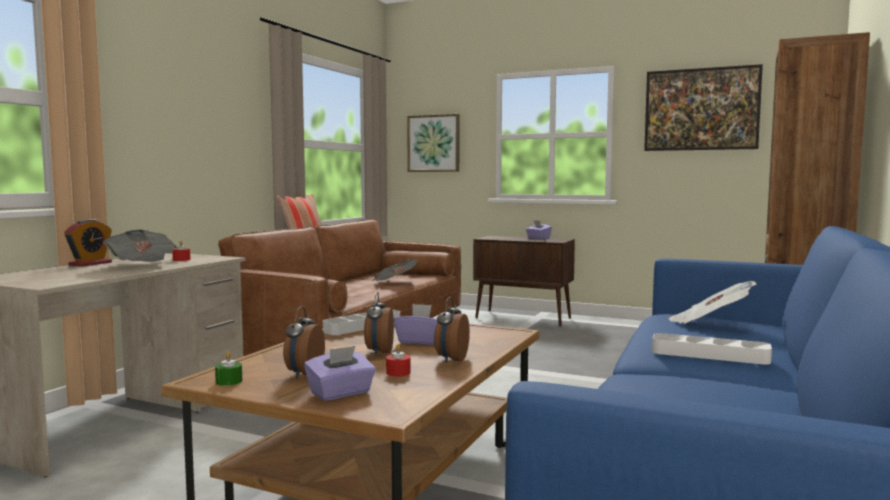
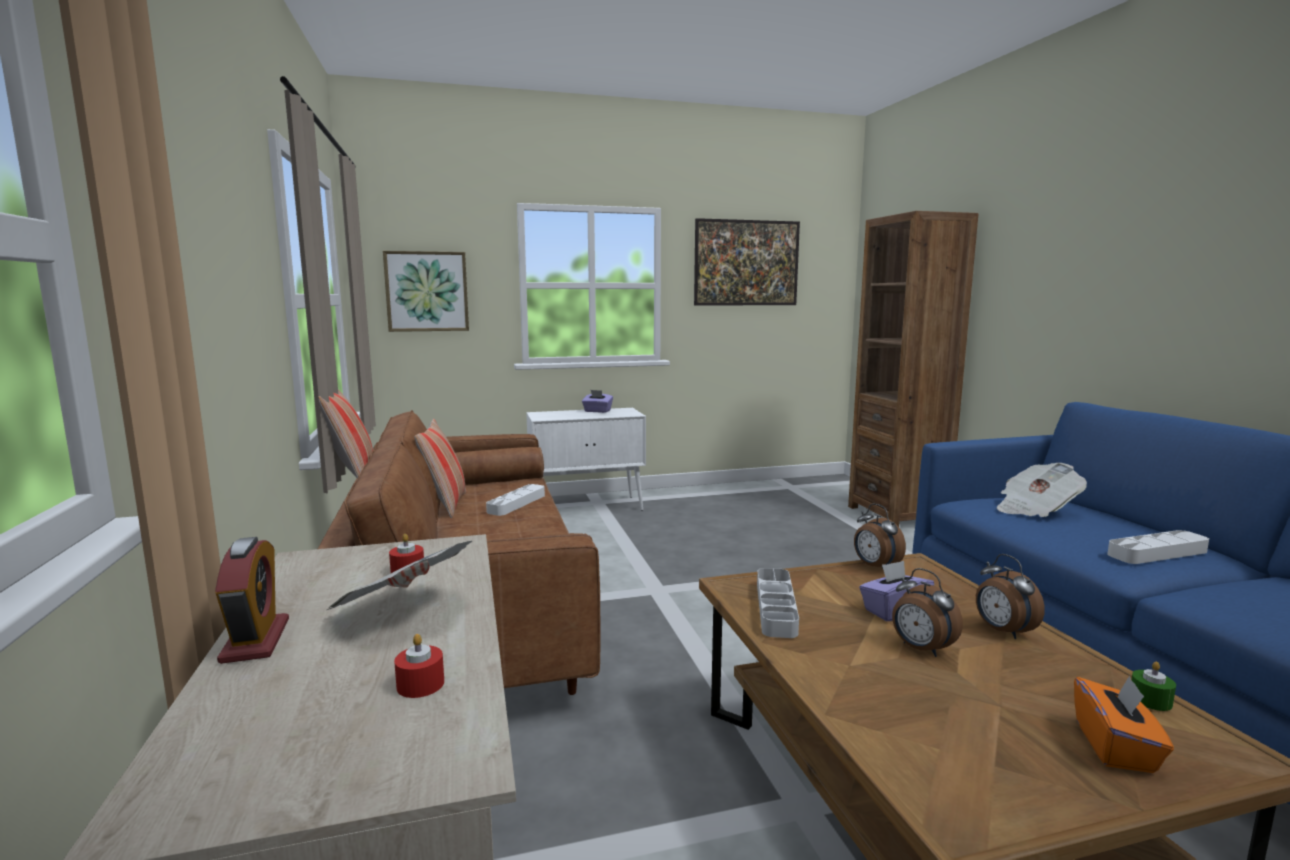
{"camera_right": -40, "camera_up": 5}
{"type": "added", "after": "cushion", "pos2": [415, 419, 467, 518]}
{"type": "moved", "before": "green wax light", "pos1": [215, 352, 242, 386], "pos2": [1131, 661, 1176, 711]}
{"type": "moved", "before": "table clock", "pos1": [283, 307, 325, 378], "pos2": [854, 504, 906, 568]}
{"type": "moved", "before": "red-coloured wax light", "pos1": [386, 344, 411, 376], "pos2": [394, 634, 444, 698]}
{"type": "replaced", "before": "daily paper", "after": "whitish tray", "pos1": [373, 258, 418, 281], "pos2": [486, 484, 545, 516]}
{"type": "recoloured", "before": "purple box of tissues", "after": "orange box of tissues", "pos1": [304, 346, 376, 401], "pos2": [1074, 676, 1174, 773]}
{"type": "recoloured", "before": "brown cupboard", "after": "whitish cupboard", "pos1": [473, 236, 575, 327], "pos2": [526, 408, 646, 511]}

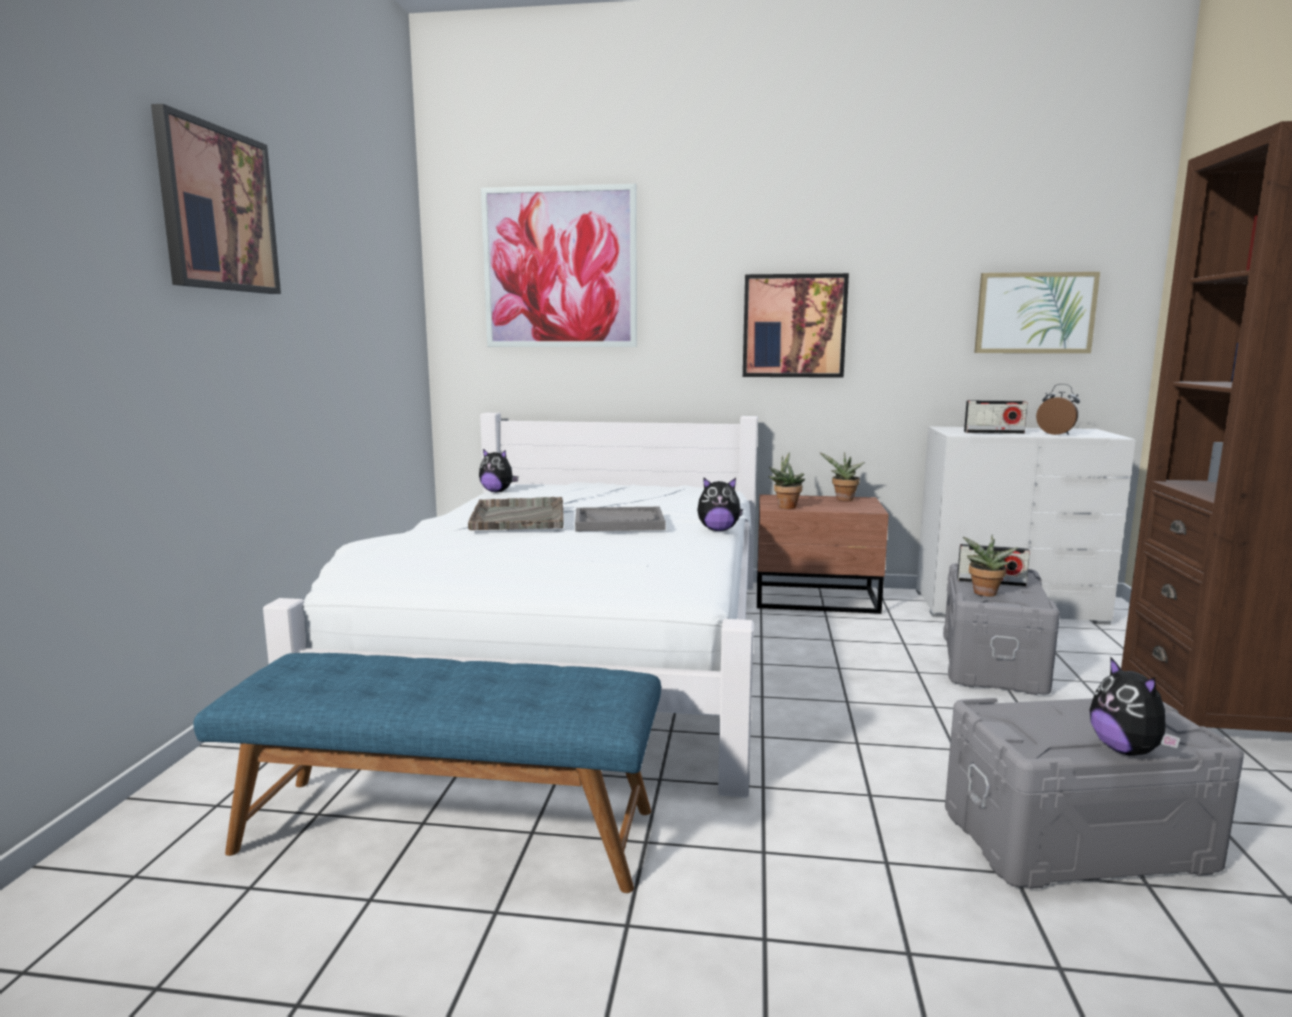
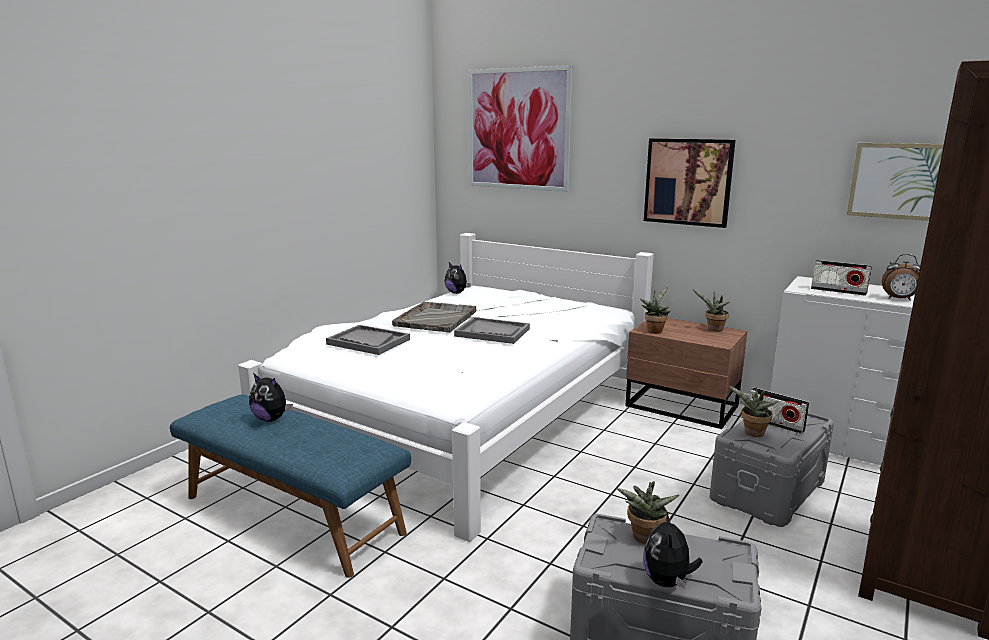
{"camera_right": 25, "camera_up": 5}
{"type": "removed", "before": "picture", "pos1": [151, 104, 281, 294]}
{"type": "added", "after": "greyish tray", "pos2": [326, 325, 410, 355]}
{"type": "added", "after": "plant in a pot", "pos2": [617, 481, 679, 544]}
{"type": "moved", "before": "soft toy", "pos1": [697, 478, 743, 531], "pos2": [249, 373, 293, 422]}
{"type": "turned", "before": "table clock", "pos1": [1036, 384, 1080, 435], "pos2": [882, 254, 920, 301], "turn": 135}

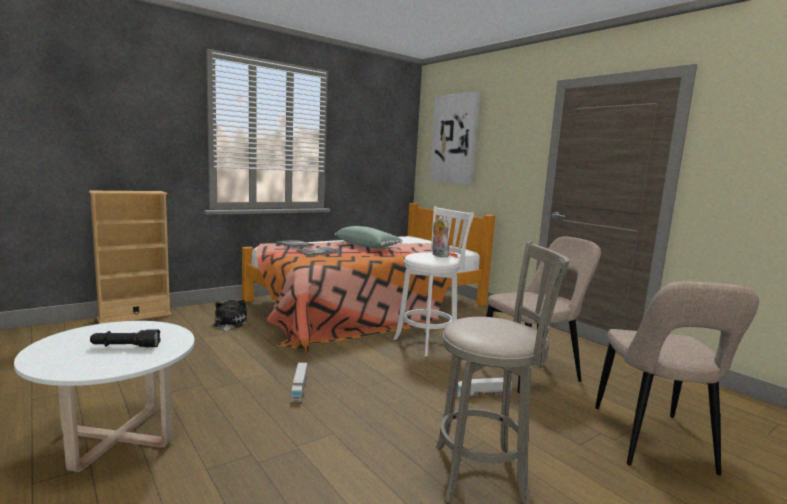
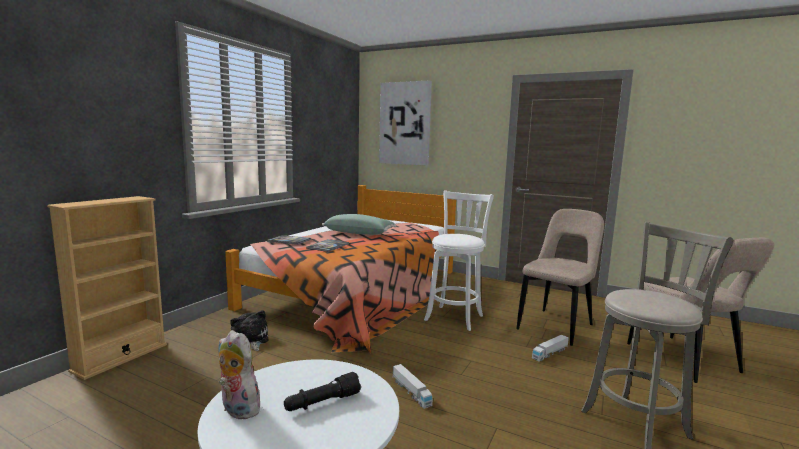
{"camera_right": -25, "camera_up": 0}
{"type": "moved", "before": "soft toy", "pos1": [432, 216, 449, 257], "pos2": [218, 330, 261, 419]}

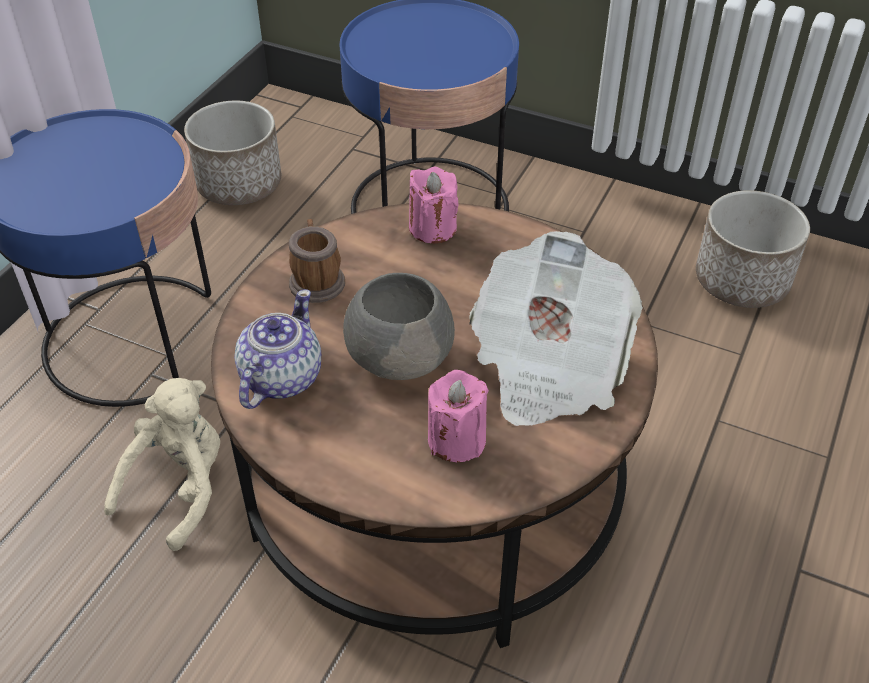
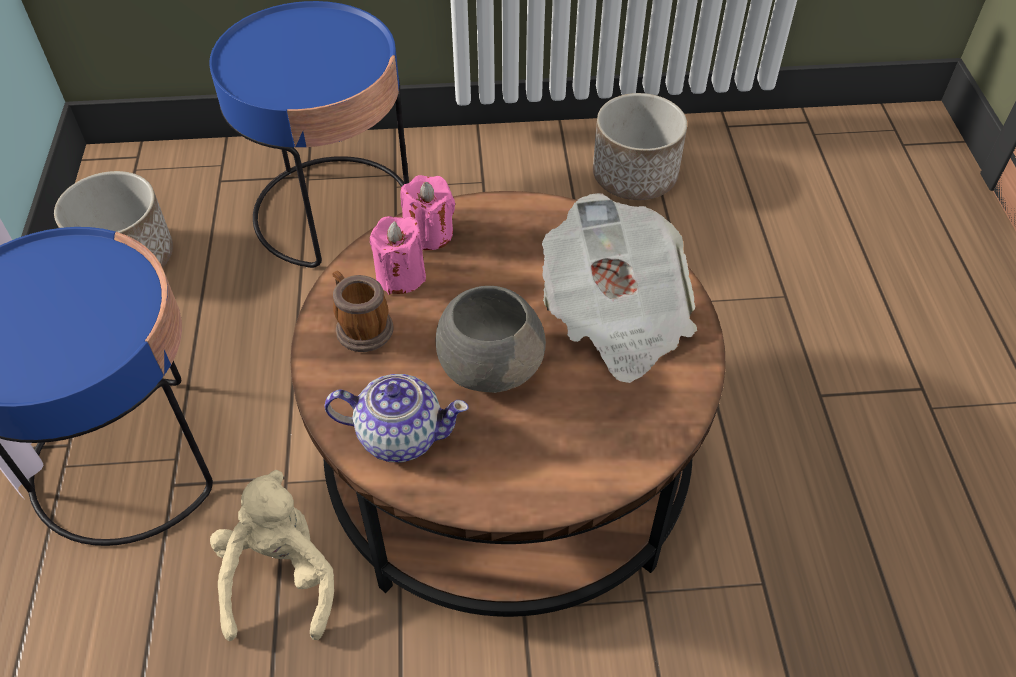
{"camera_right": -30, "camera_up": 5}
{"type": "moved", "before": "pink wax light", "pos1": [428, 370, 489, 462], "pos2": [370, 216, 426, 294]}
{"type": "turned", "before": "teapot", "pos1": [234, 289, 321, 409], "pos2": [324, 374, 468, 462], "turn": 105}

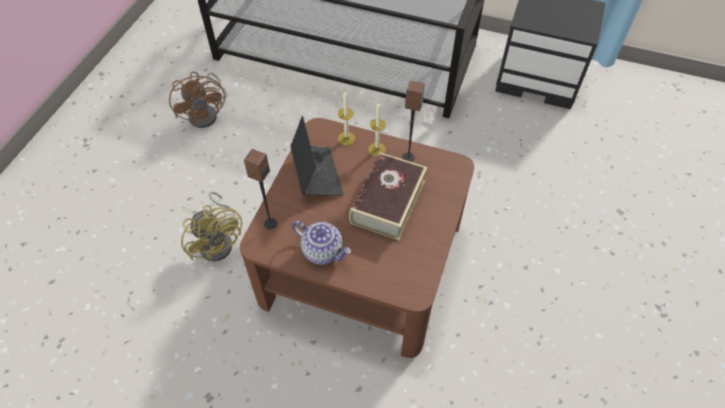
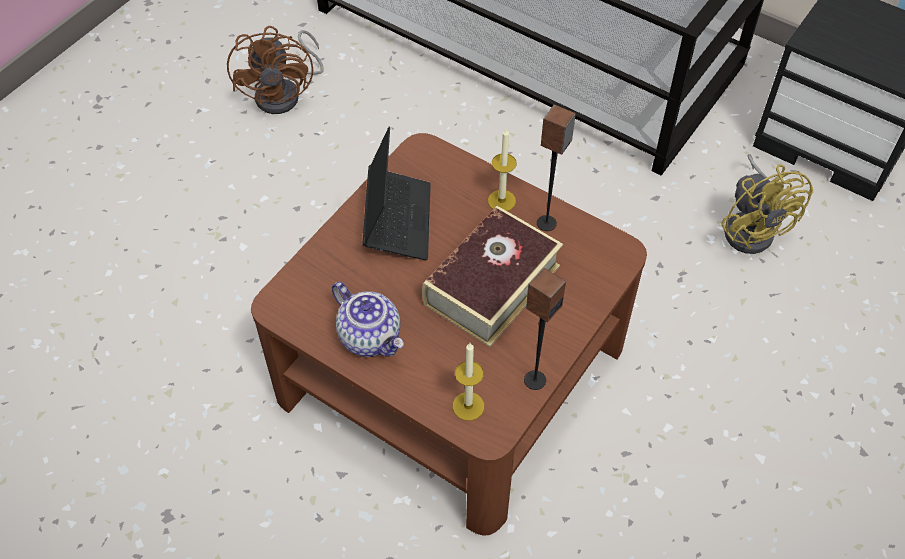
{"camera_right": 15, "camera_up": 0}
{"type": "moved", "before": "yellow electric fan", "pos1": [181, 192, 242, 262], "pos2": [722, 154, 813, 254]}
{"type": "moved", "before": "audio speaker", "pos1": [244, 149, 277, 229], "pos2": [524, 268, 566, 390]}
{"type": "moved", "before": "wax light", "pos1": [338, 92, 355, 145], "pos2": [452, 343, 484, 421]}

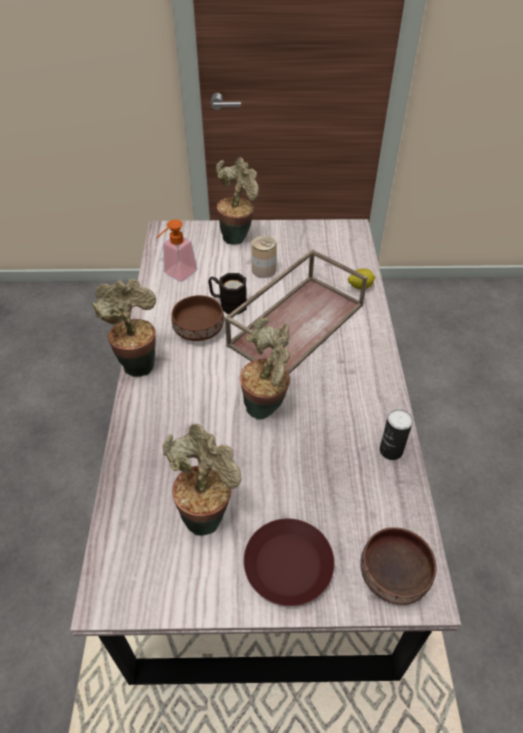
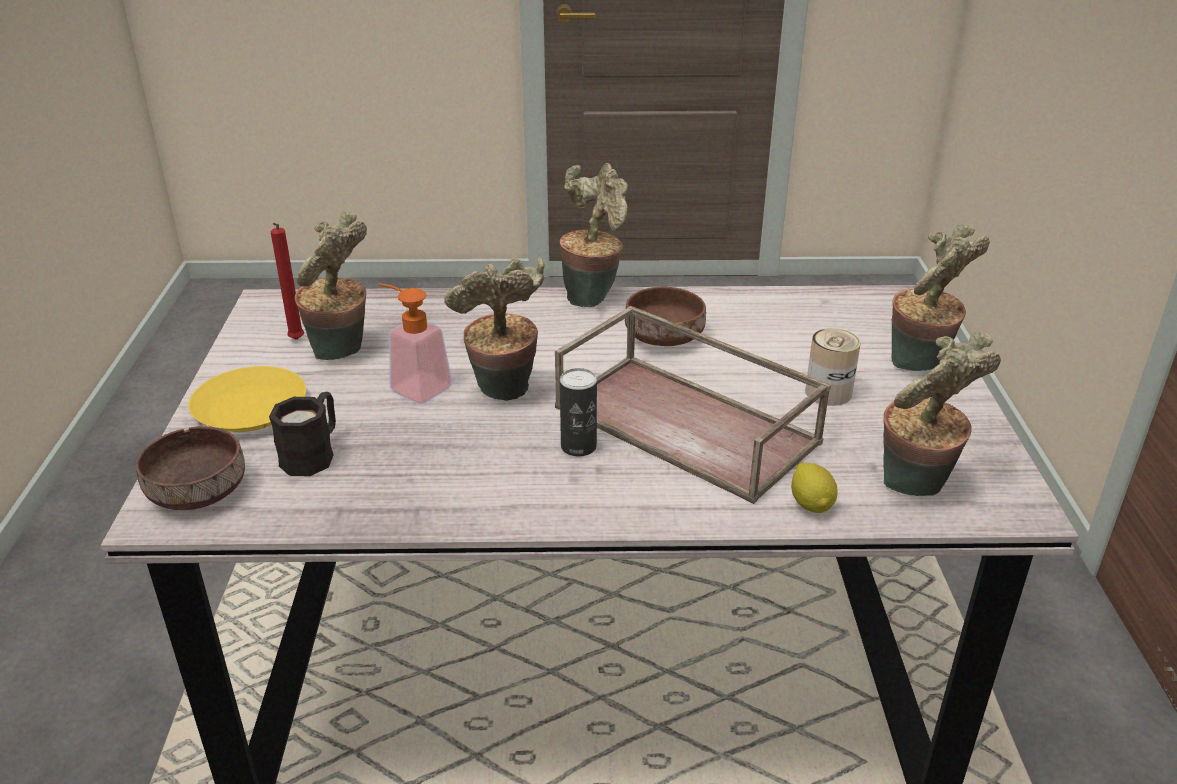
{"camera_right": 90, "camera_up": -15}
{"type": "added", "after": "red-coloured wax light", "pos2": [271, 223, 304, 340]}
{"type": "added", "after": "plant in a pot", "pos2": [883, 332, 1001, 496]}
{"type": "moved", "before": "soap bottle", "pos1": [156, 220, 198, 282], "pos2": [378, 283, 453, 404]}
{"type": "moved", "before": "blackish coffee mug", "pos1": [208, 273, 247, 315], "pos2": [269, 392, 336, 476]}
{"type": "moved", "before": "can", "pos1": [380, 409, 413, 460], "pos2": [560, 368, 597, 456]}
{"type": "recoloured", "before": "brown plate", "after": "yellow plate", "pos1": [244, 519, 334, 606], "pos2": [188, 366, 306, 432]}

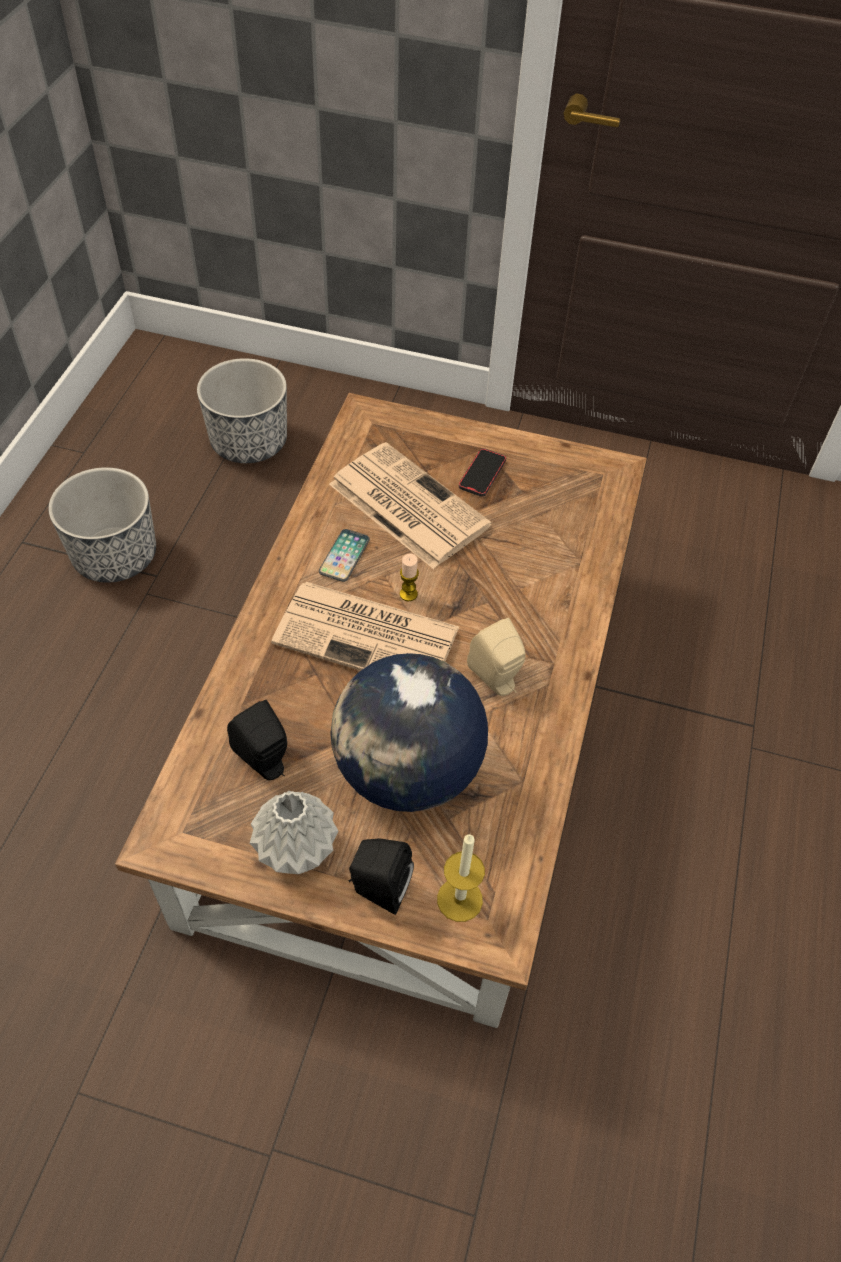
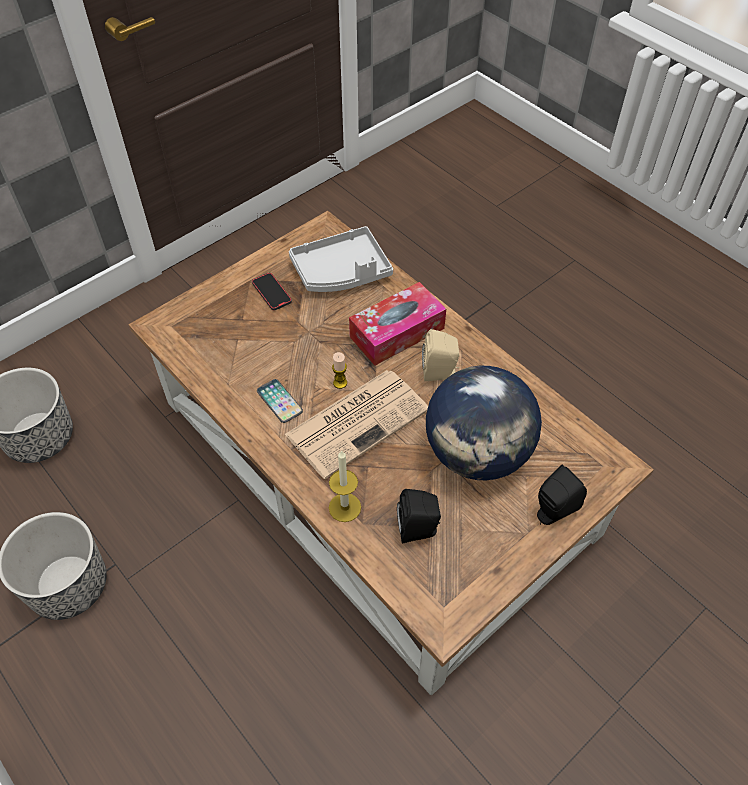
{"camera_right": -55, "camera_up": 0}
{"type": "removed", "before": "greyish decorative vase", "pos1": [250, 791, 338, 874]}
{"type": "removed", "before": "daily paper", "pos1": [329, 442, 491, 569]}
{"type": "added", "after": "greyish tray", "pos2": [289, 226, 393, 292]}
{"type": "added", "after": "box of tissues", "pos2": [349, 282, 446, 366]}
{"type": "moved", "before": "wax light", "pos1": [437, 834, 485, 922], "pos2": [329, 450, 361, 522]}

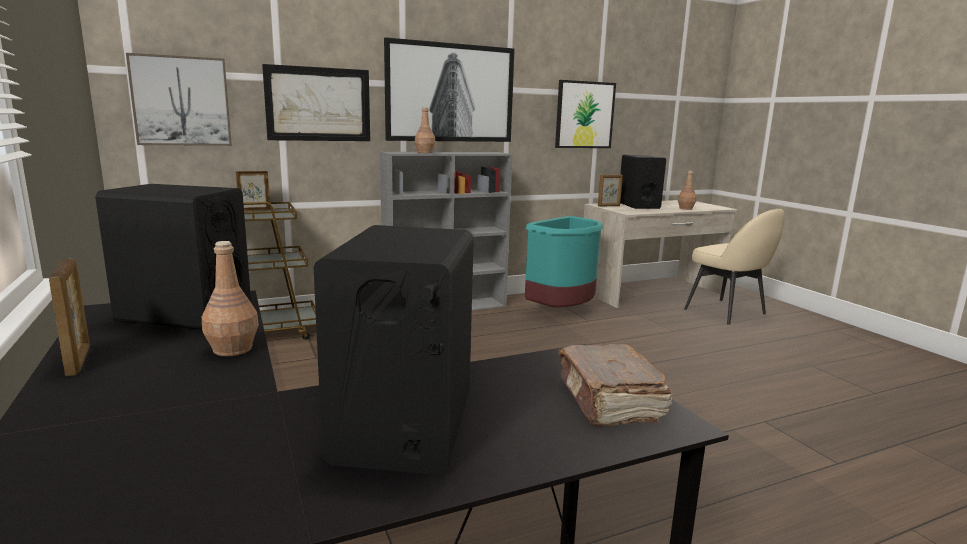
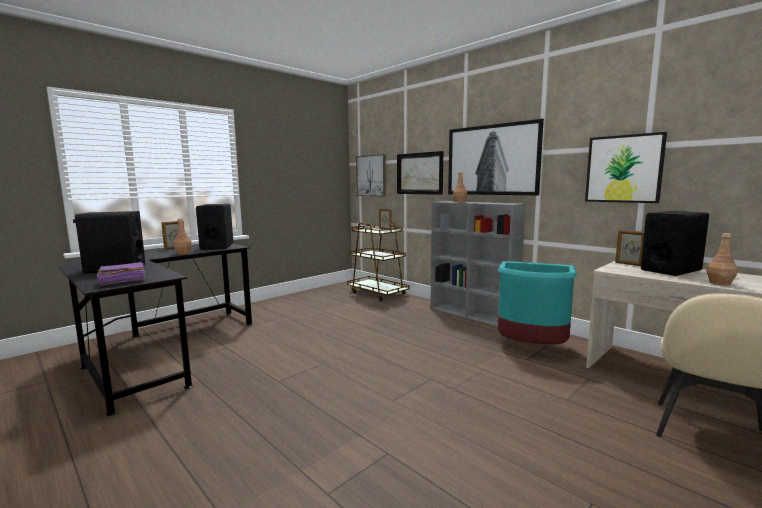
{"camera_right": 70, "camera_up": -5}
{"type": "recoloured", "before": "brown bound book", "after": "purple bound book", "pos1": [558, 344, 672, 427], "pos2": [97, 262, 145, 286]}

